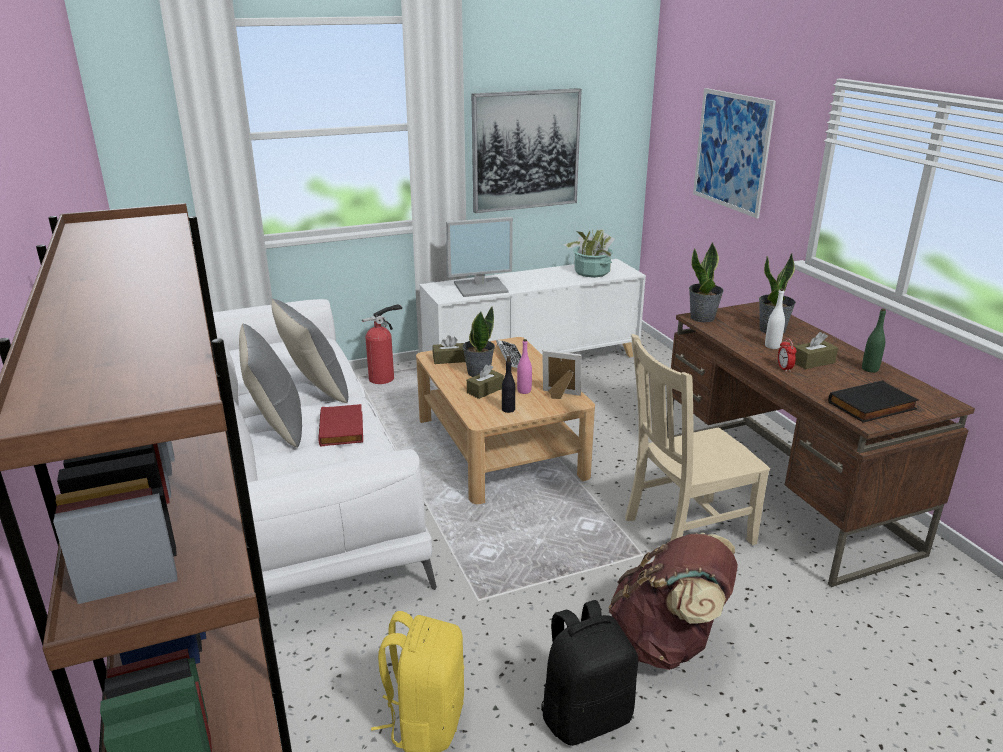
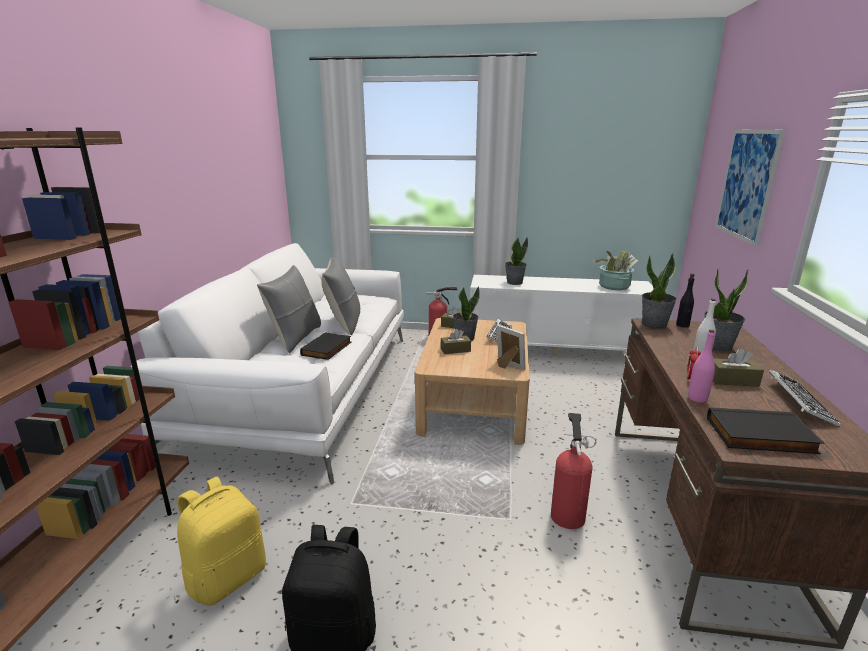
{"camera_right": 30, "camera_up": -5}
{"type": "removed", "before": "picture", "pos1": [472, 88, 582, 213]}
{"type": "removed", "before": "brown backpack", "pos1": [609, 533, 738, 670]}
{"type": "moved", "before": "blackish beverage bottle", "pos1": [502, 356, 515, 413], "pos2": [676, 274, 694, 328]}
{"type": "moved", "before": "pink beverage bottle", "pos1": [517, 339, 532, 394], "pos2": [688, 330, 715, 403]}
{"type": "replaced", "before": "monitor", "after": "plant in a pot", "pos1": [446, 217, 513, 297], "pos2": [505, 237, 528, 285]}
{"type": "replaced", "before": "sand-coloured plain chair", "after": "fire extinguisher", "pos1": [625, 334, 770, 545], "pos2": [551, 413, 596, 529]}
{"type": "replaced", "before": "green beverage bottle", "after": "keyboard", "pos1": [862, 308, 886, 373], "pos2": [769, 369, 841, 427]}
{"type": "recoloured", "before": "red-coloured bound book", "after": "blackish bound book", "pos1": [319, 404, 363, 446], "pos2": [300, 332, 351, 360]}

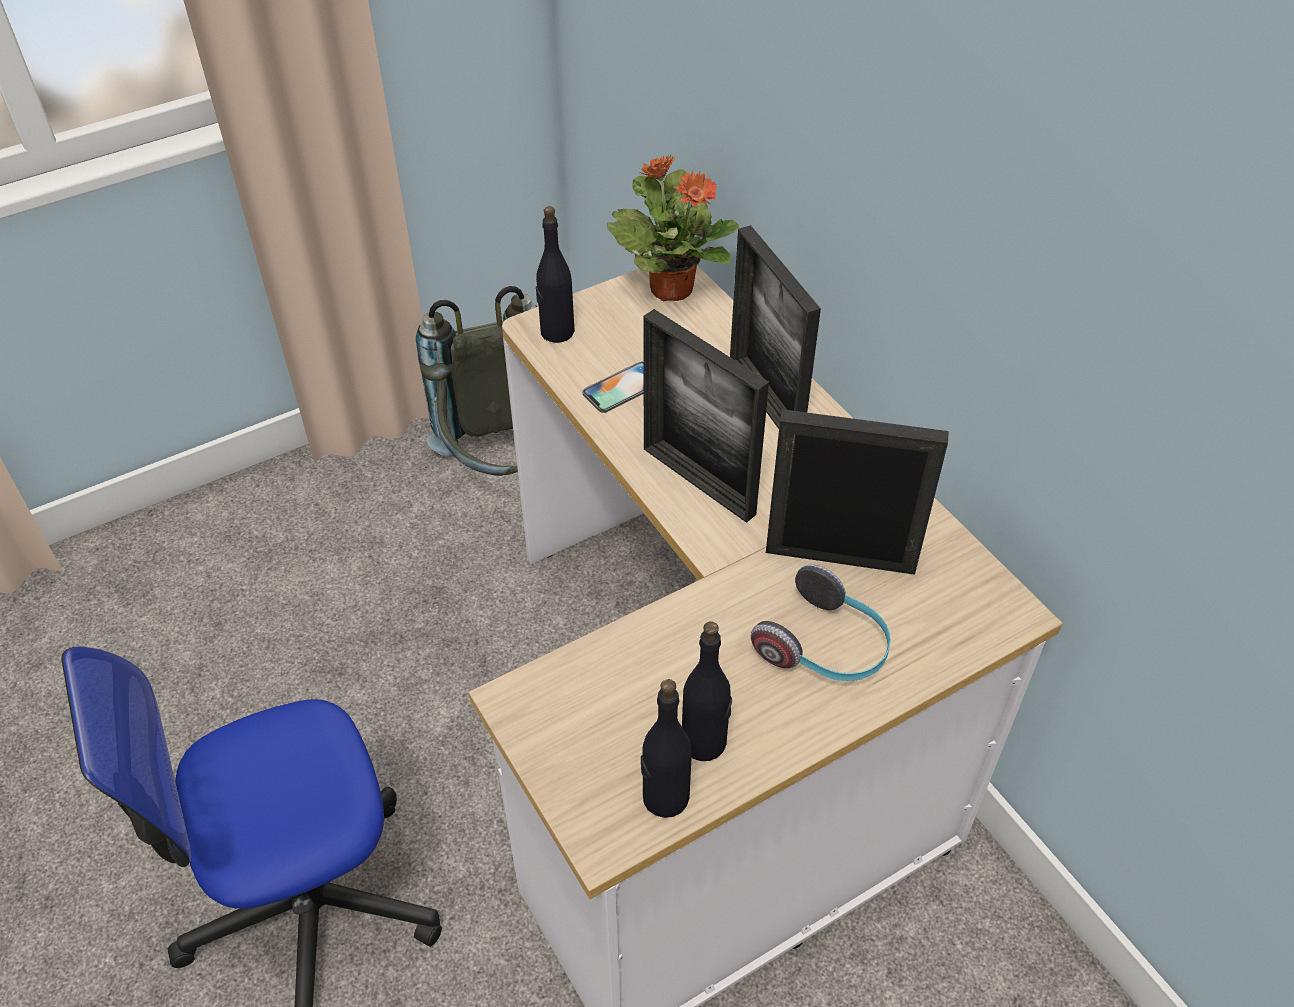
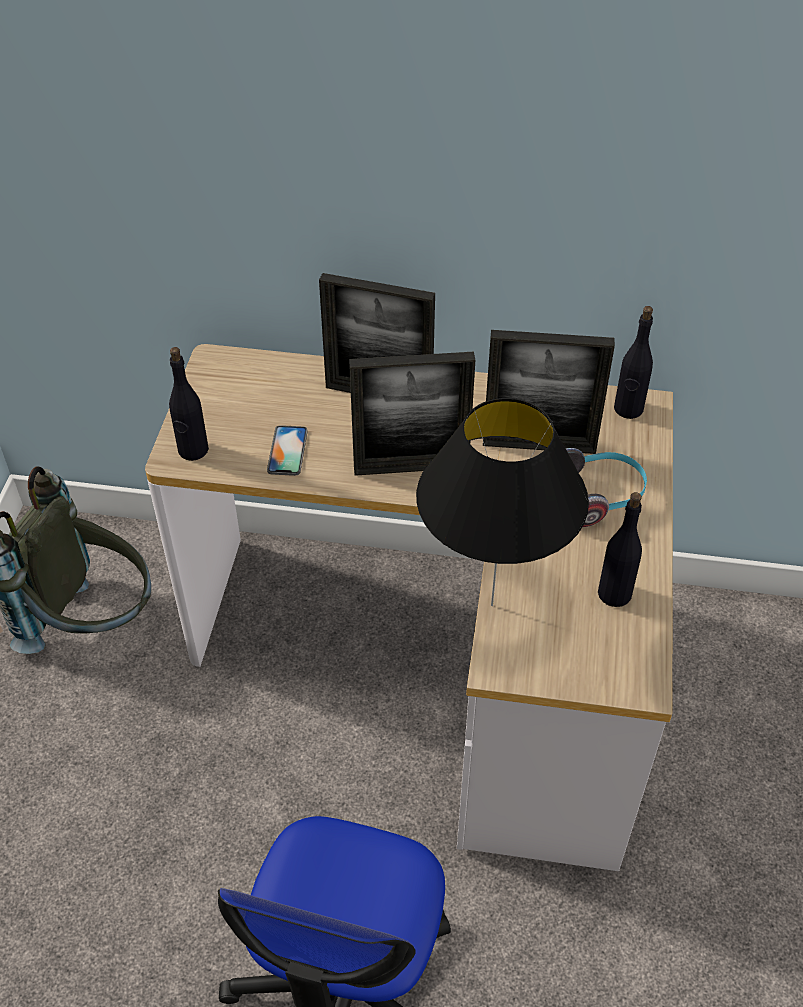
{"camera_right": -50, "camera_up": 0}
{"type": "removed", "before": "plant in a pot", "pos1": [607, 155, 739, 301]}
{"type": "added", "after": "blackish table lamp", "pos2": [416, 398, 589, 606]}
{"type": "moved", "before": "blackish beverage bottle", "pos1": [641, 679, 692, 818], "pos2": [614, 306, 653, 419]}
{"type": "turned", "before": "standing frame", "pos1": [766, 409, 949, 575], "pos2": [483, 330, 615, 454], "turn": -135}

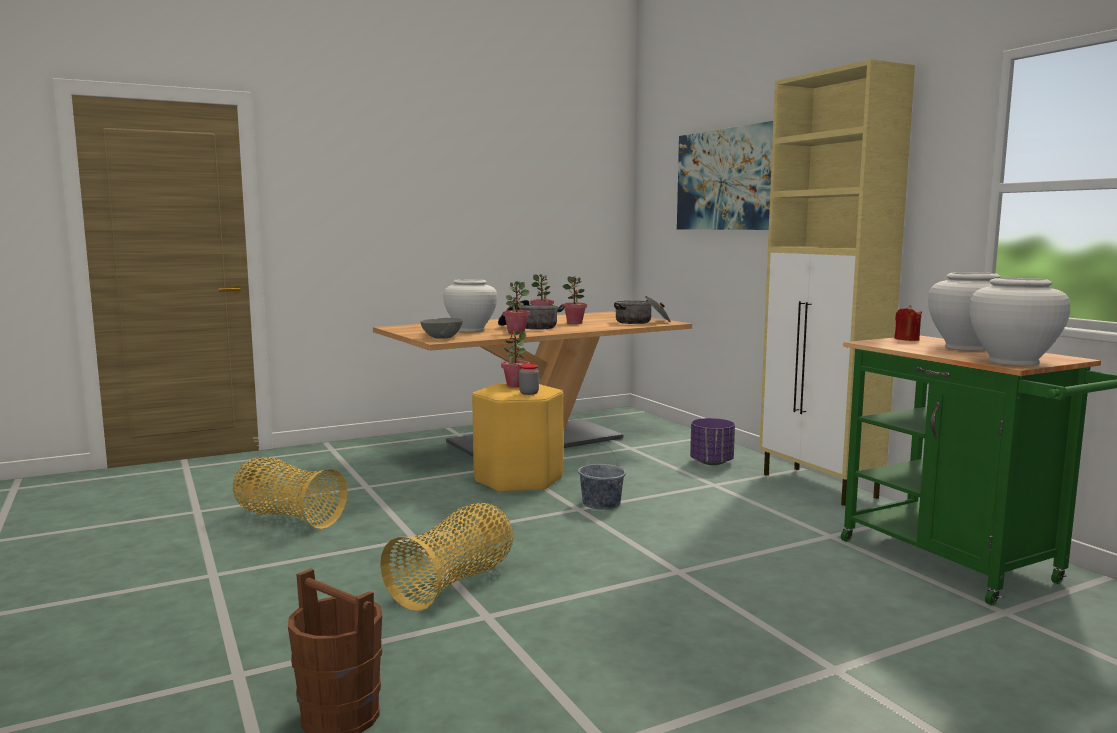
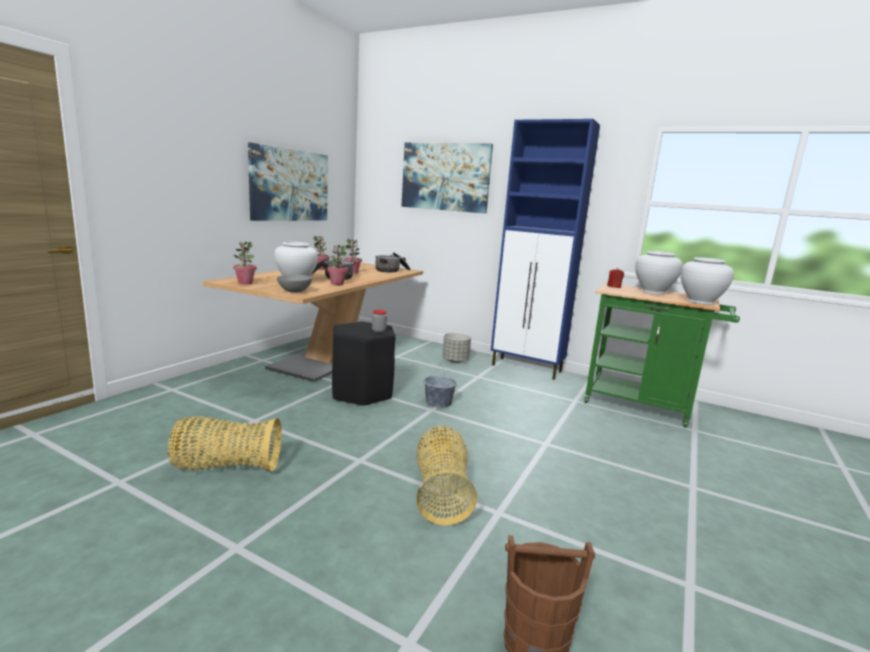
{"camera_right": -35, "camera_up": 5}
{"type": "added", "after": "picture", "pos2": [248, 143, 328, 221]}
{"type": "moved", "before": "plant in a pot", "pos1": [501, 331, 530, 387], "pos2": [233, 242, 257, 284]}
{"type": "recoloured", "before": "yellow stool", "after": "blackish stool", "pos1": [472, 384, 564, 493], "pos2": [332, 321, 396, 406]}
{"type": "recoloured", "before": "purple planter", "after": "greyish planter", "pos1": [690, 418, 735, 465], "pos2": [442, 333, 471, 363]}
{"type": "recoloured", "before": "sand-coloured cupboard", "after": "bluish cupboard", "pos1": [759, 59, 915, 506], "pos2": [491, 119, 600, 380]}

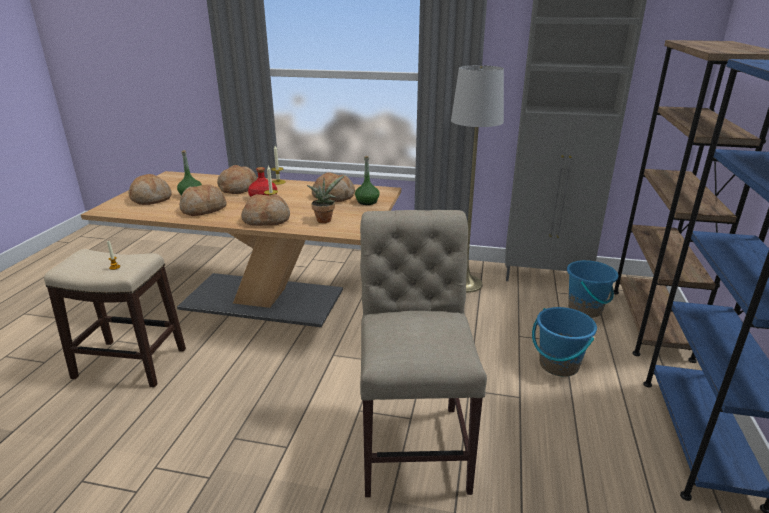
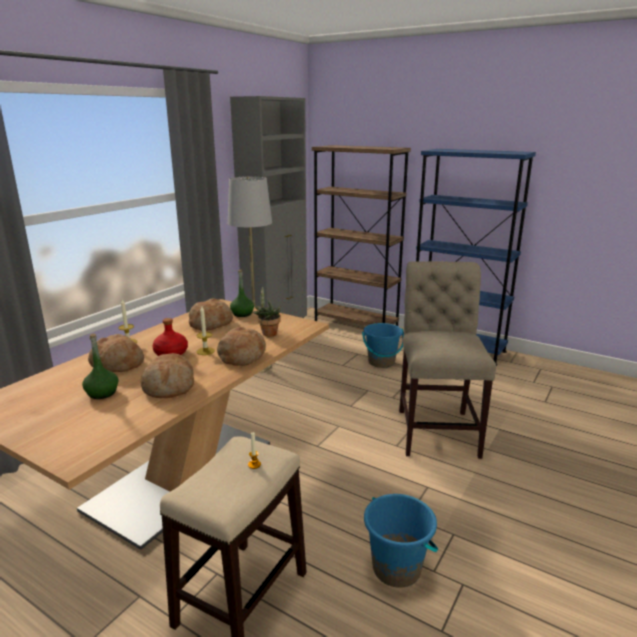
{"camera_right": -70, "camera_up": -5}
{"type": "removed", "before": "bakery bread", "pos1": [128, 174, 172, 205]}
{"type": "moved", "before": "bluish pail", "pos1": [567, 260, 618, 318], "pos2": [364, 494, 438, 588]}
{"type": "turned", "before": "sand-coloured plain chair", "pos1": [360, 210, 487, 497], "pos2": [399, 261, 496, 459], "turn": 75}

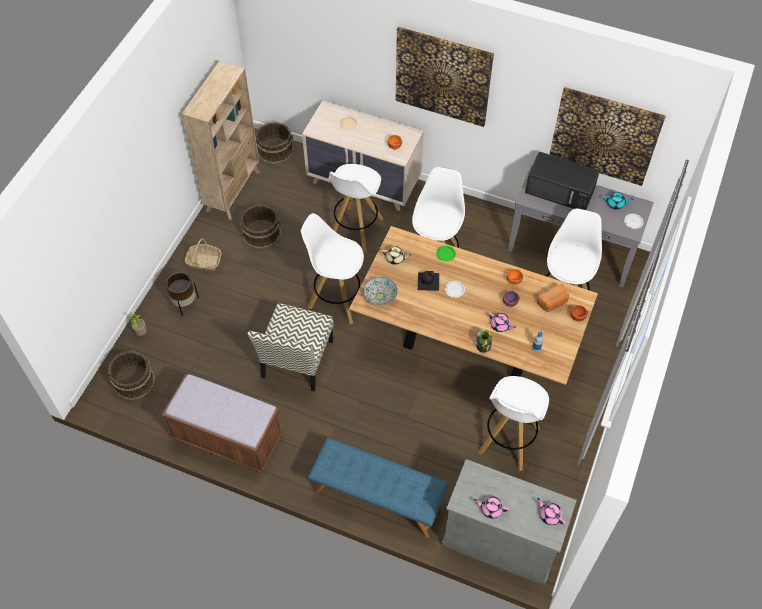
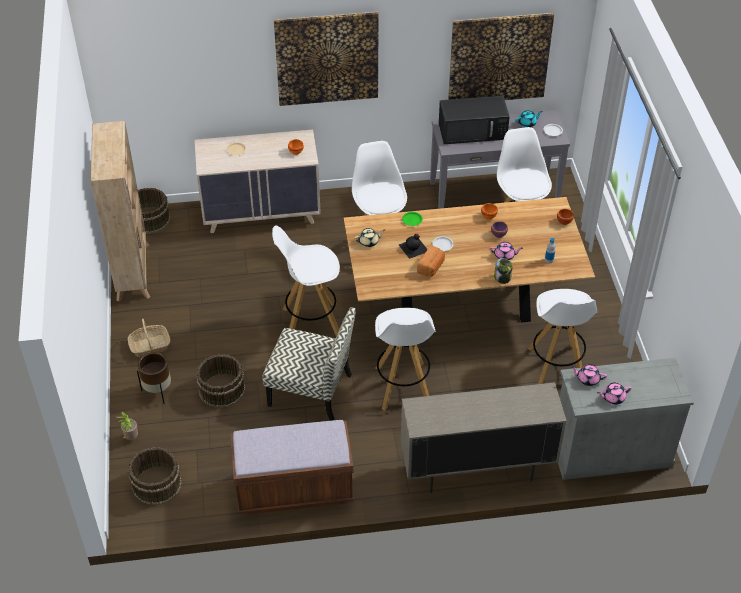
{"camera_right": -30, "camera_up": -10}
{"type": "removed", "before": "bowl", "pos1": [364, 277, 397, 305]}
{"type": "moved", "before": "brown pail", "pos1": [240, 205, 281, 249], "pos2": [197, 354, 245, 408]}
{"type": "moved", "before": "whitish stool", "pos1": [328, 164, 384, 252], "pos2": [375, 308, 436, 411]}
{"type": "moved", "before": "bakery bread", "pos1": [537, 284, 569, 312], "pos2": [417, 245, 445, 277]}
{"type": "moved", "before": "pink teapot", "pos1": [537, 498, 566, 525], "pos2": [571, 364, 607, 386]}
{"type": "replaced", "before": "bluish indoor bench", "after": "sand-coloured cupboard", "pos1": [308, 438, 448, 538], "pos2": [401, 382, 567, 493]}
{"type": "turned", "before": "plain chair", "pos1": [248, 303, 334, 392], "pos2": [262, 307, 356, 421], "turn": -60}

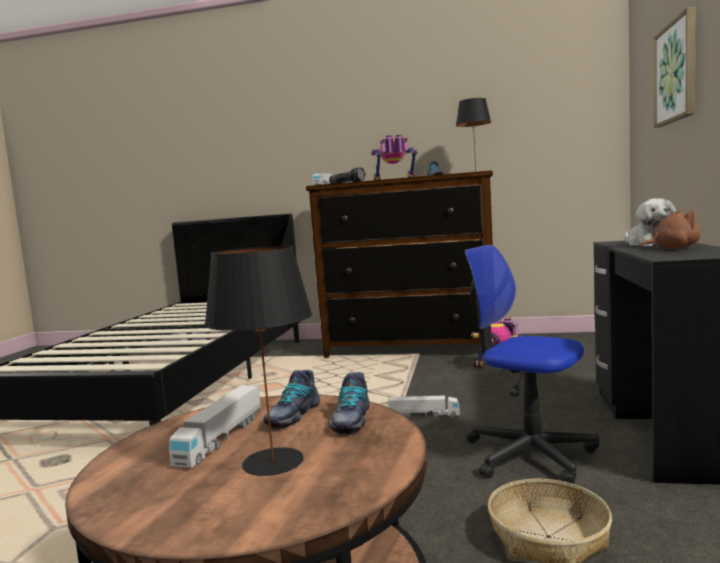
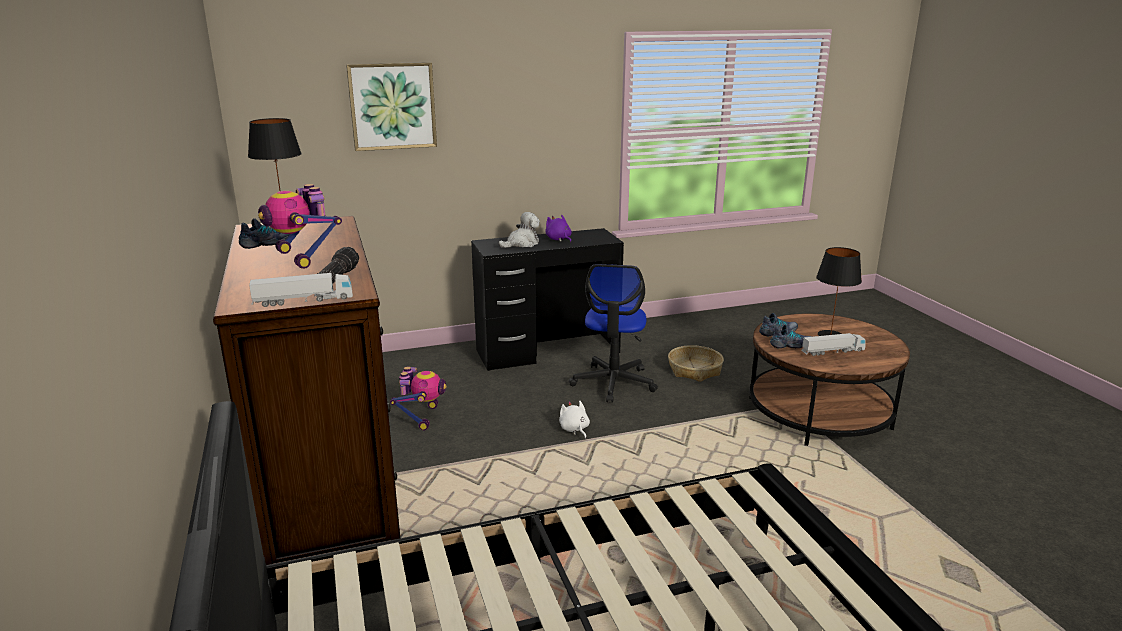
{"camera_right": -120, "camera_up": 15}
{"type": "replaced", "before": "toy lorry", "after": "whitish soft toy", "pos1": [388, 396, 460, 418], "pos2": [559, 401, 590, 439]}
{"type": "recoloured", "before": "brown soft toy", "after": "purple soft toy", "pos1": [640, 210, 701, 249], "pos2": [545, 215, 572, 243]}

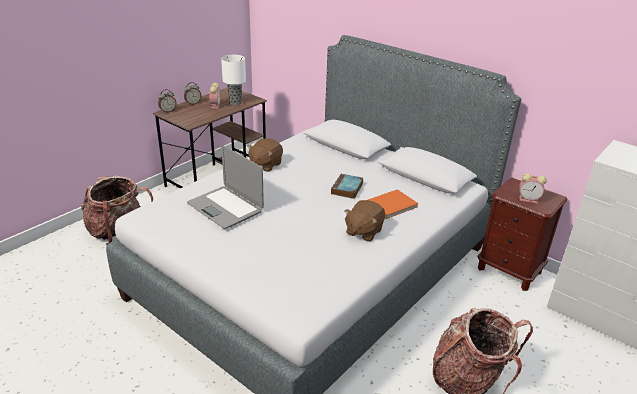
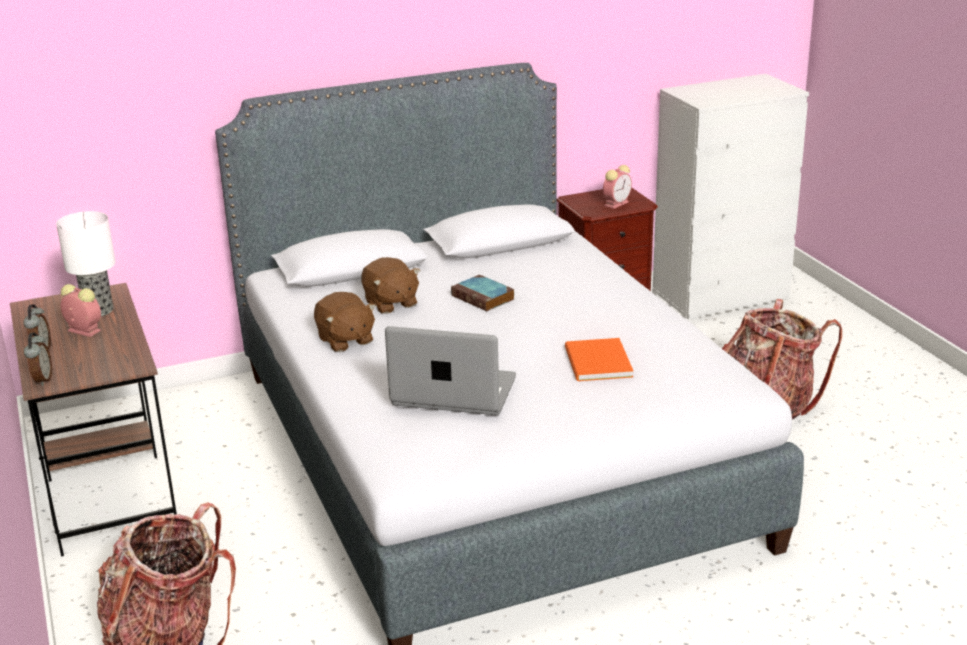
{"camera_right": -60, "camera_up": -5}
{"type": "moved", "before": "brown soft toy", "pos1": [344, 200, 385, 242], "pos2": [361, 257, 420, 314]}
{"type": "moved", "before": "orange bound book", "pos1": [368, 189, 419, 219], "pos2": [565, 338, 633, 381]}
{"type": "turned", "before": "portable computer", "pos1": [187, 146, 264, 229], "pos2": [385, 326, 516, 415], "turn": -150}

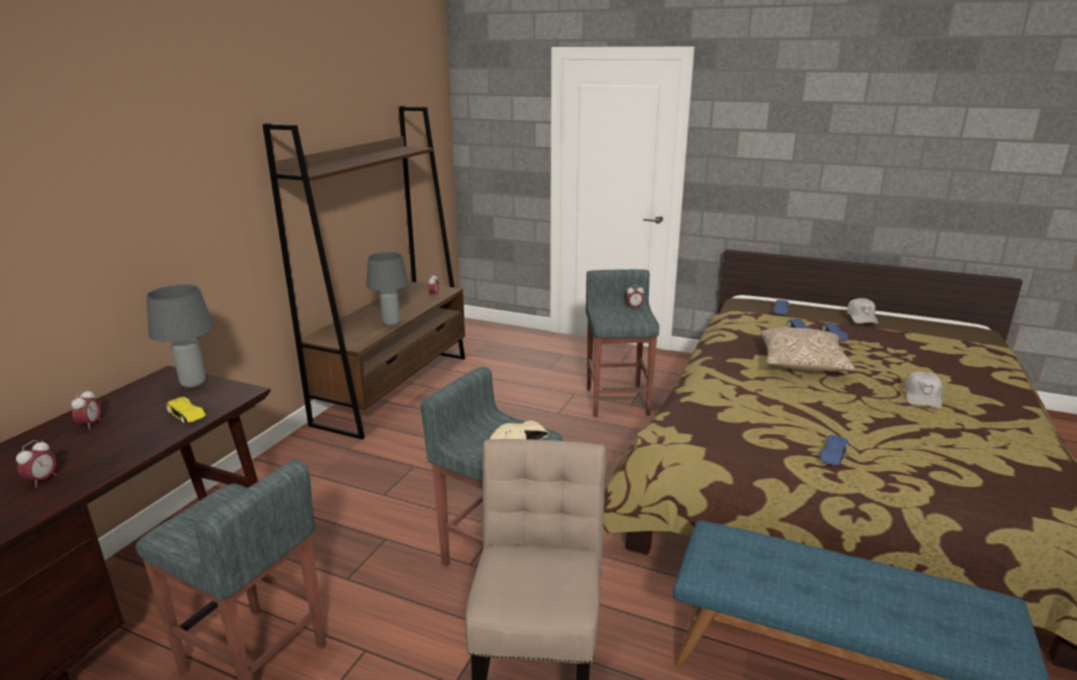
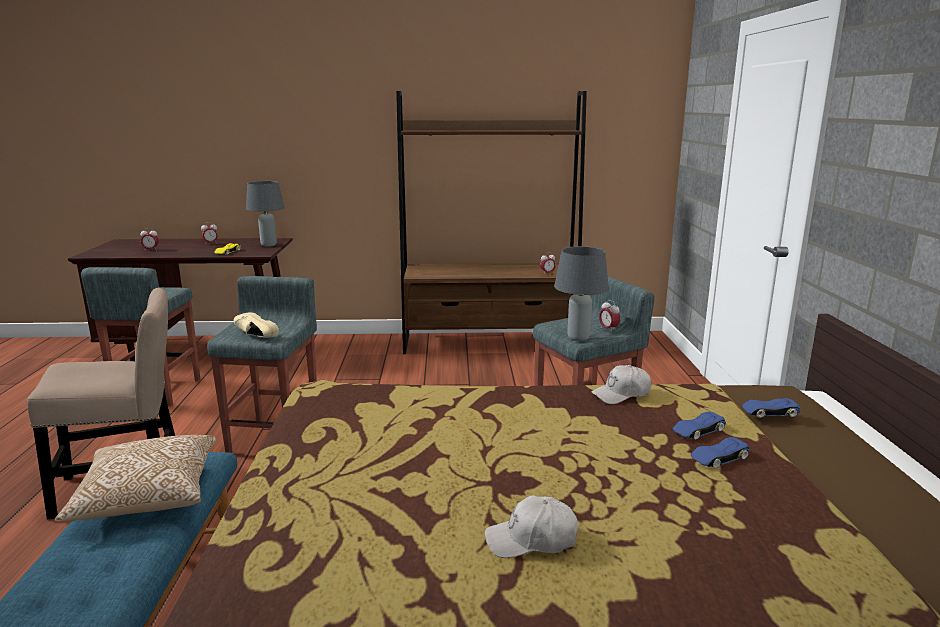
{"camera_right": 65, "camera_up": -5}
{"type": "removed", "before": "bluish toy car", "pos1": [819, 435, 849, 466]}
{"type": "moved", "before": "greyish table lamp", "pos1": [366, 252, 409, 326], "pos2": [554, 246, 609, 341]}
{"type": "moved", "before": "cushion", "pos1": [760, 327, 856, 371], "pos2": [54, 435, 216, 522]}
{"type": "moved", "before": "whitish peaked cap", "pos1": [847, 298, 879, 324], "pos2": [591, 365, 651, 404]}

